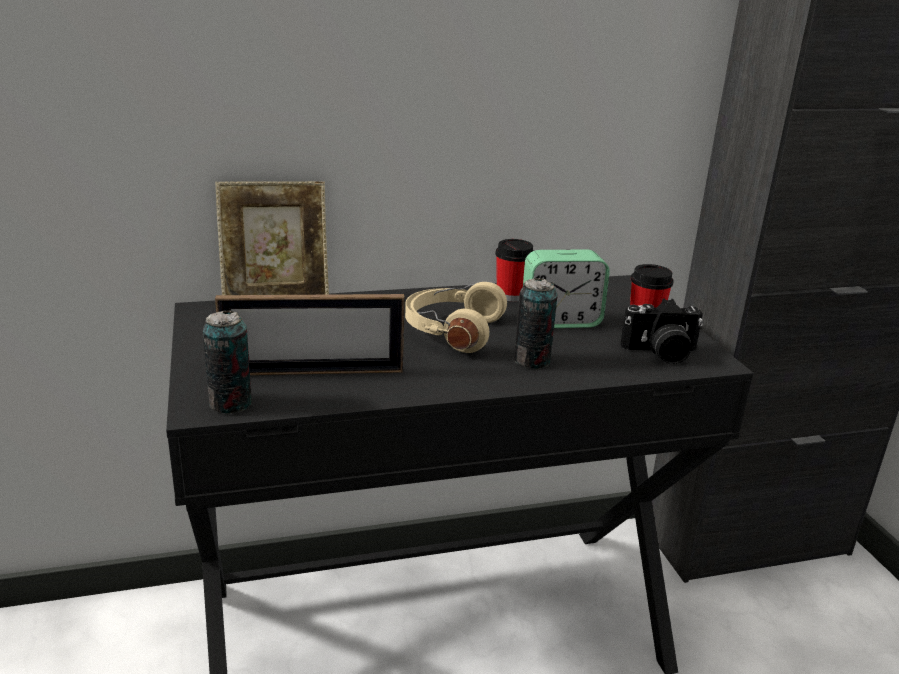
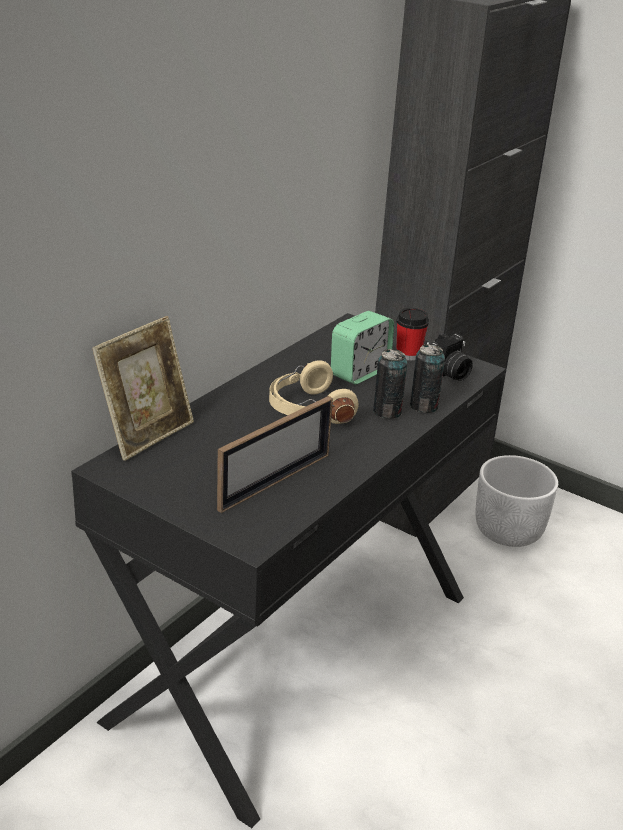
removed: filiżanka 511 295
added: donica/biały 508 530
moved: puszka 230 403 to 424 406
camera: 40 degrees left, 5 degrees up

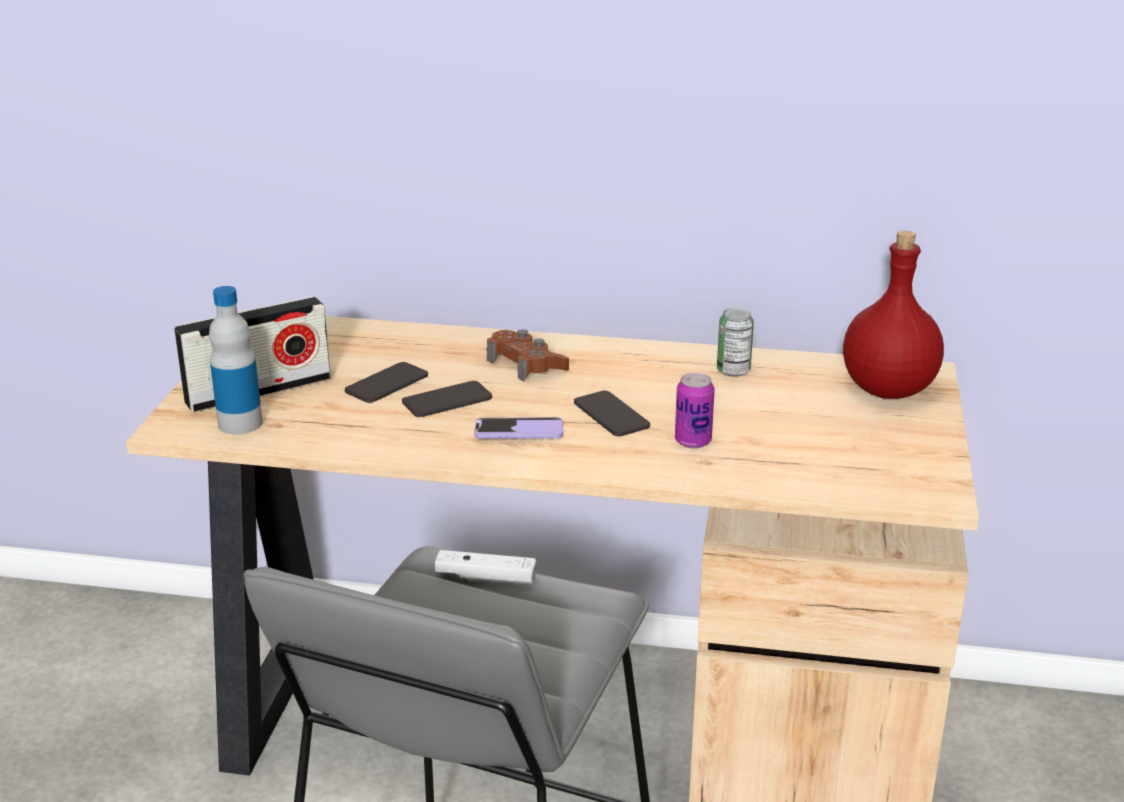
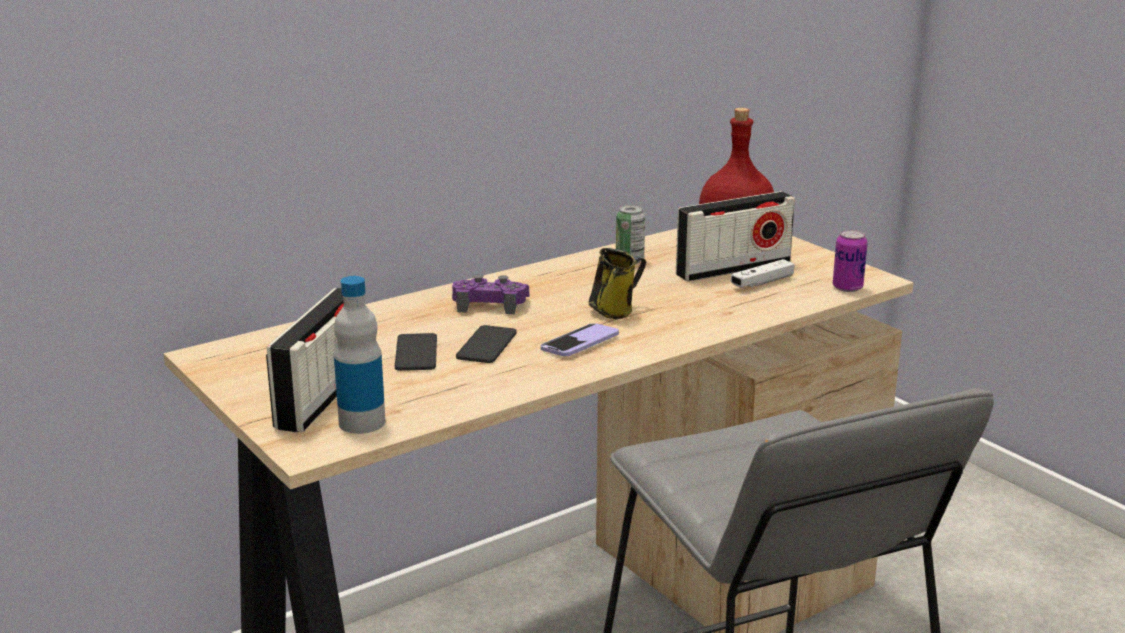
added: radio 733 268
moved: pad do gier/biały 485 577 to 762 282; puszka 693 441 to 847 287
replaced: telefon 611 414 to kubek 614 310
recoloured: pad do gier/brązowy 526 364 to pad do gier/fioletowy 490 304
camera: 45 degrees left, 5 degrees down

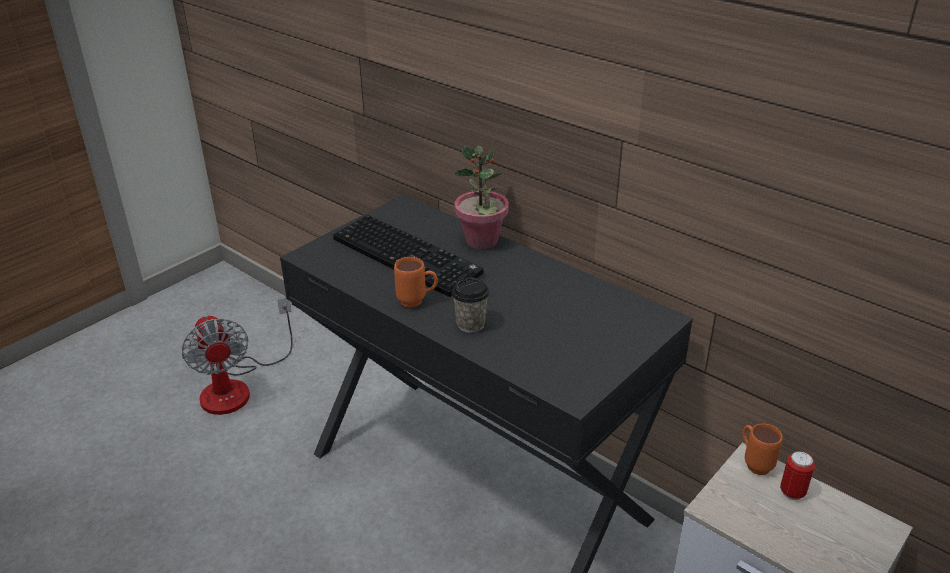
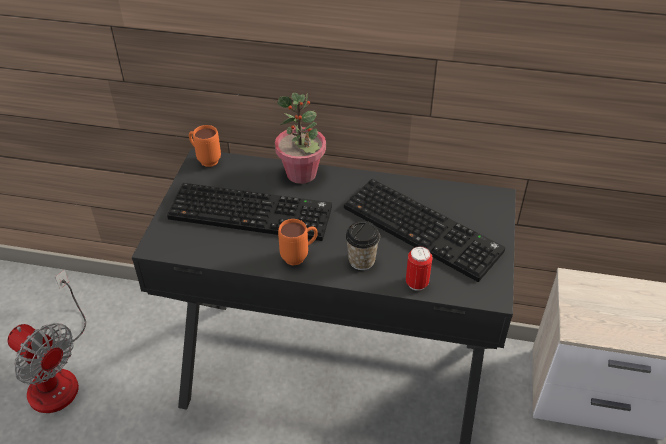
added: klawiatura 424 229
moved: kubek/pomarańczowy 754 463 to 205 160; puszka 792 492 to 416 283
camera: 30 degrees left, 10 degrees up

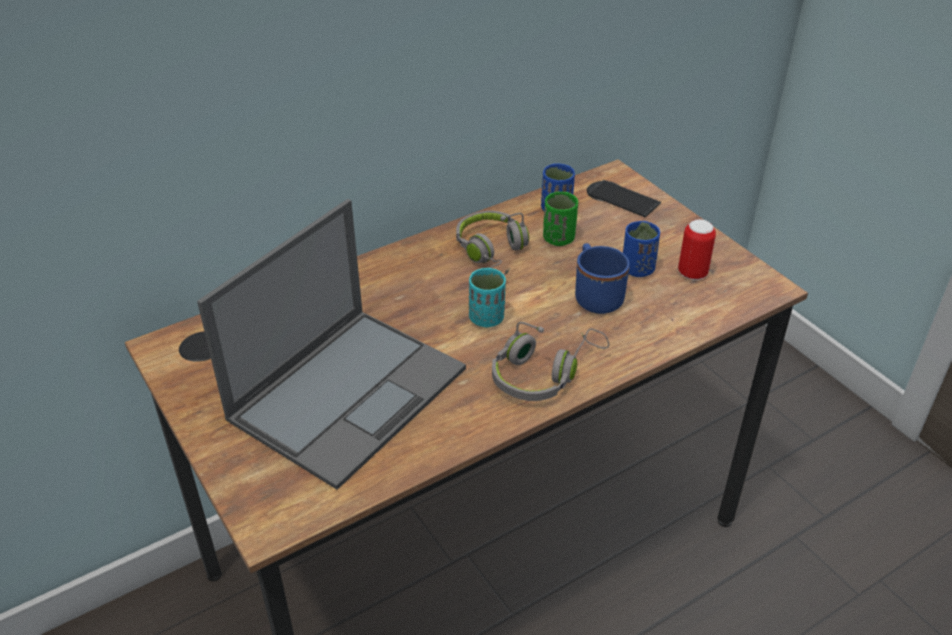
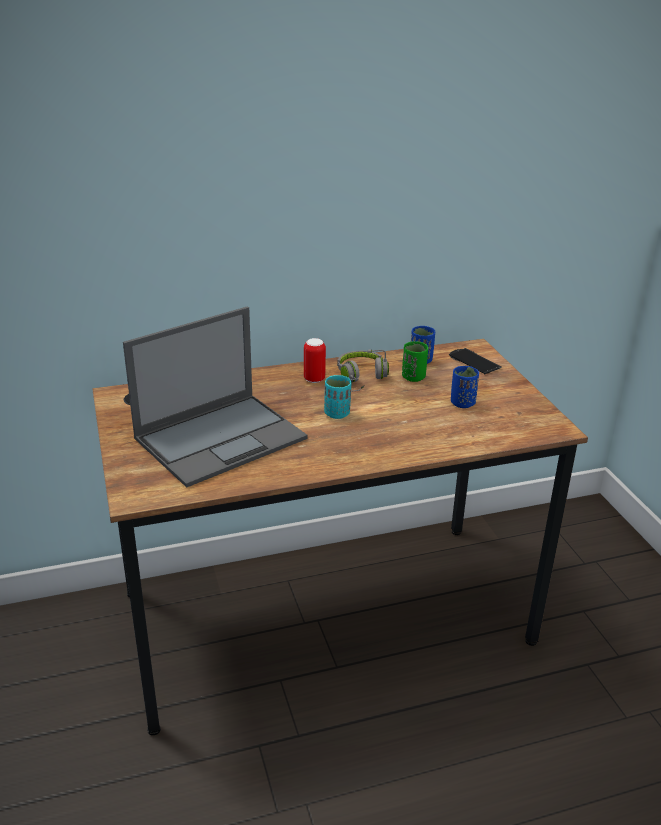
removed: słuchawki/szary 543 373; kubek/niebieski 595 295
moved: puszka 692 273 to 314 379
camera: 15 degrees right, 10 degrees down

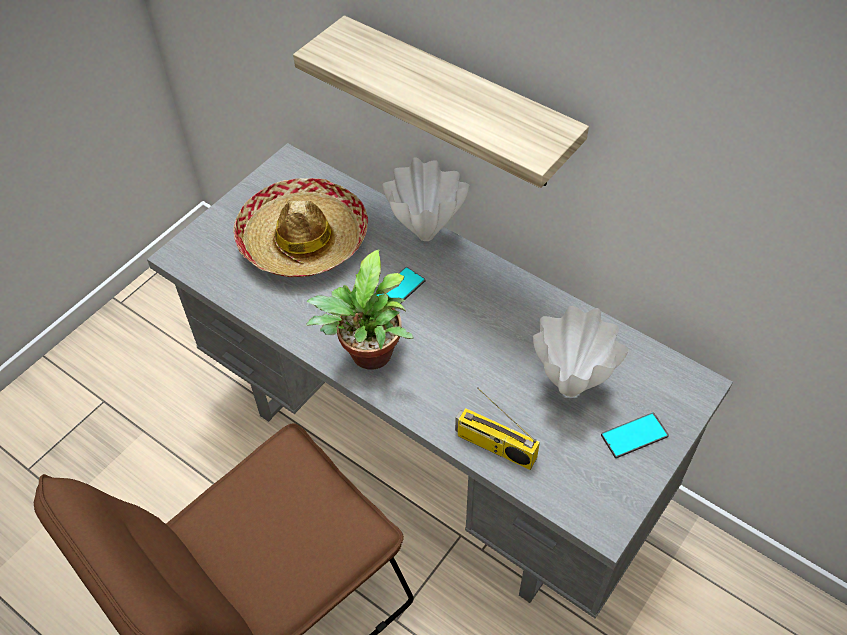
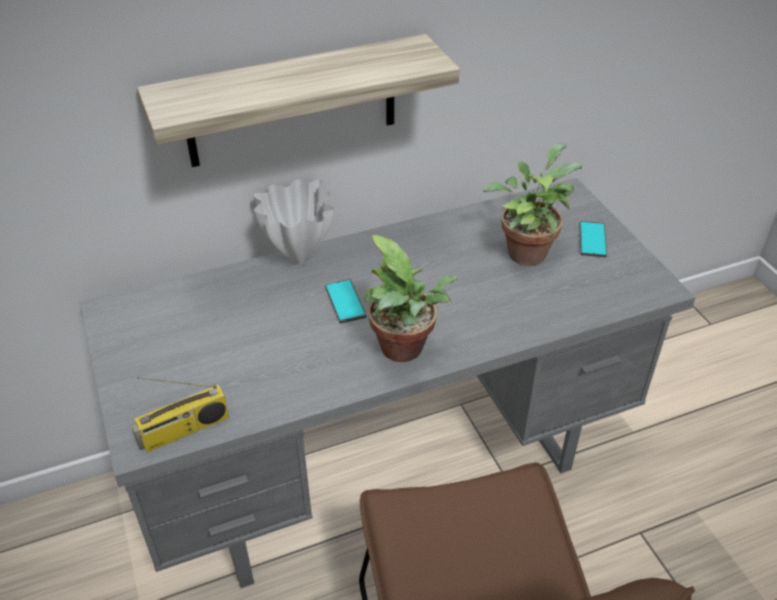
removed: kapelusz 303 240
moved: radio 494 447 to 184 431
replaced: wazon/biały 571 387 to roślina doniczkowa 526 250
camera: 60 degrees left, 10 degrees down

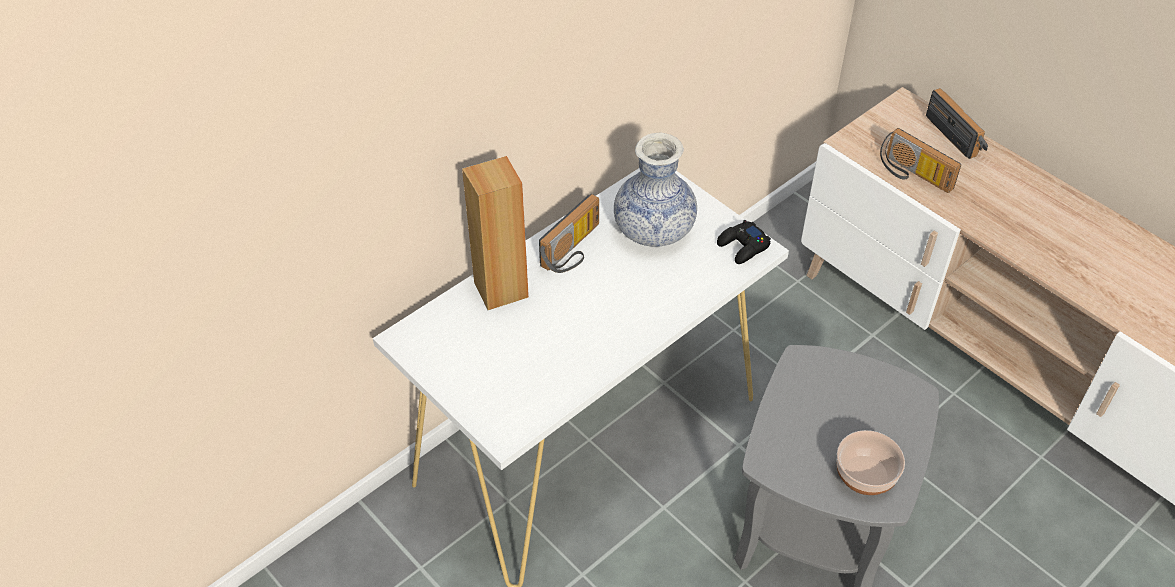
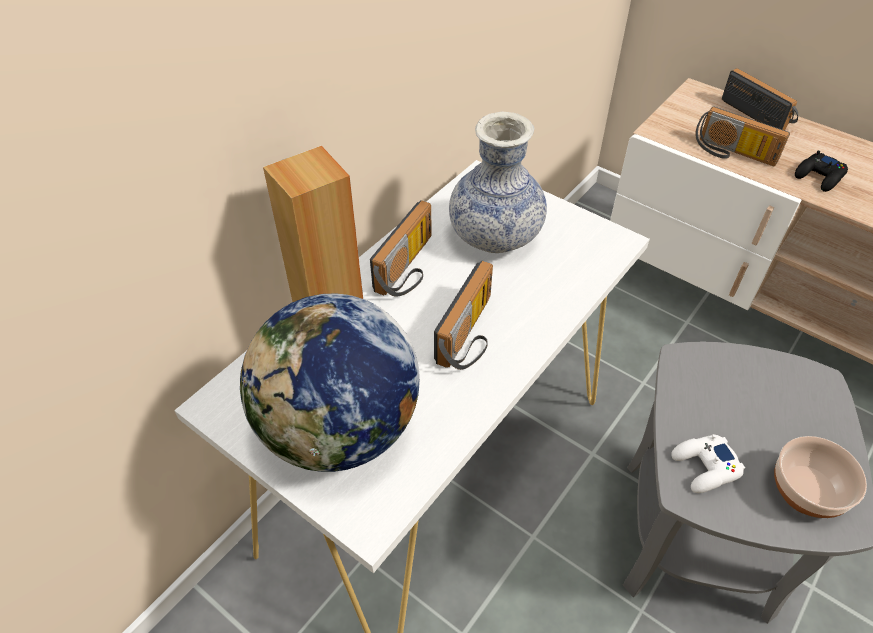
added: globus 340 430; radio 472 335; pad do gier/biały 705 467
moved: pad do gier/czarny 743 247 to 819 177
camera: 10 degrees left, 0 degrees up

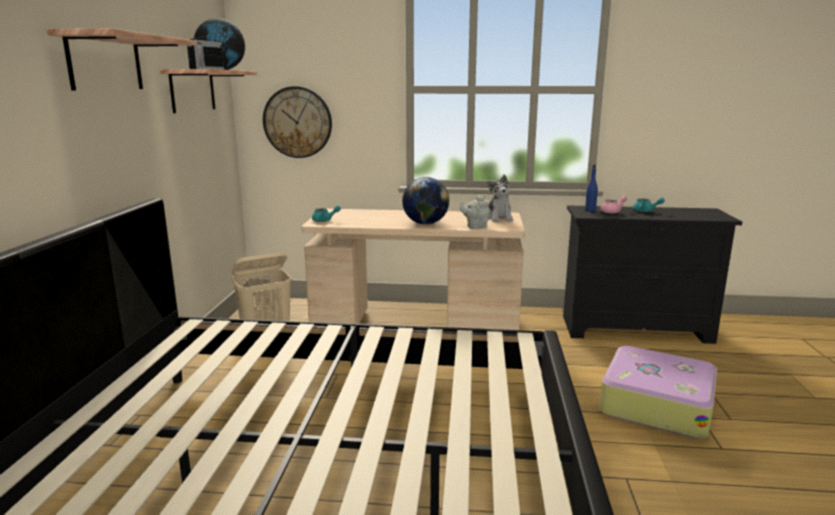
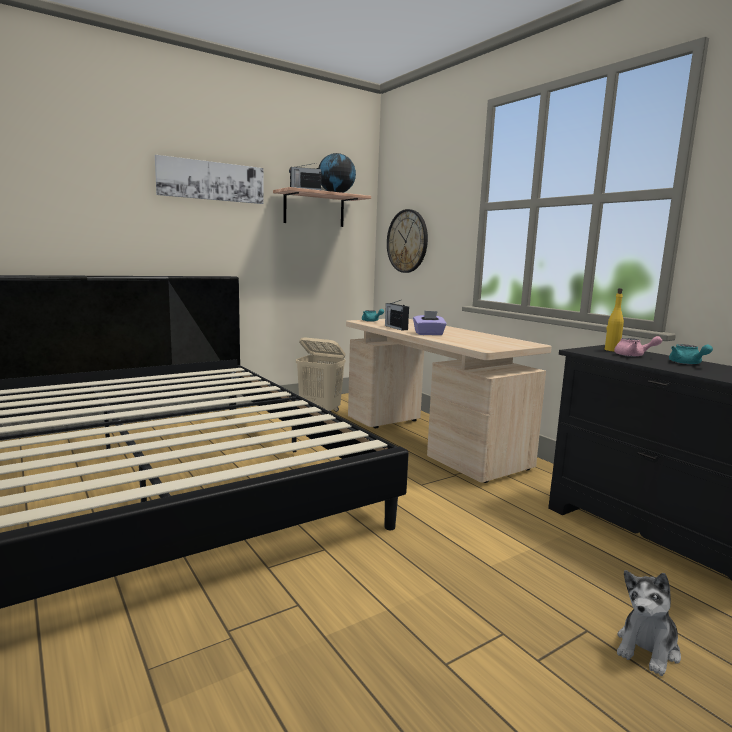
removed: imbryk/szary 475 227; walizka 655 404
added: radio 395 327
moved: pluszak 498 218 to 647 648
replaced: półka 105 63 to obraz 211 181; globus 425 223 to pudełko chusteczek/fioletowy 429 334
recoloured: butelka/niebieski 590 210 to butelka/żółty 611 350
camera: 50 degrees right, 5 degrees down

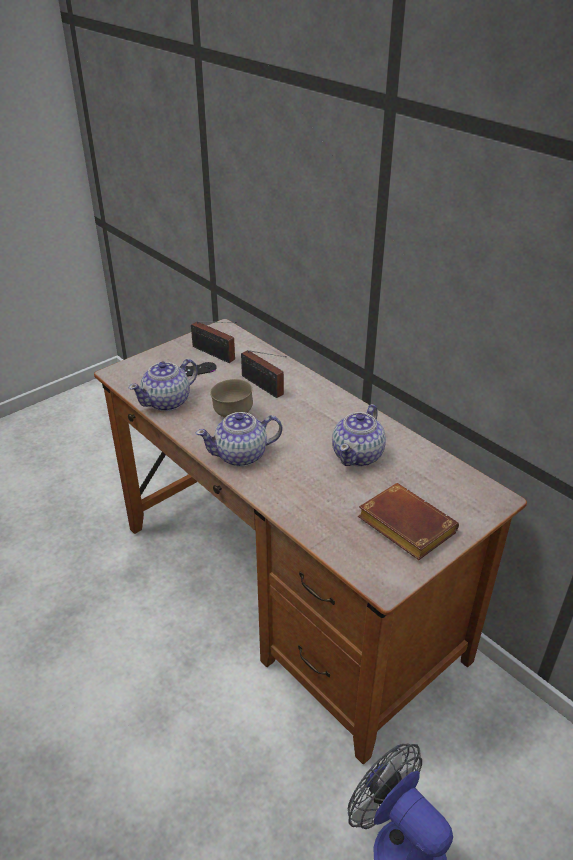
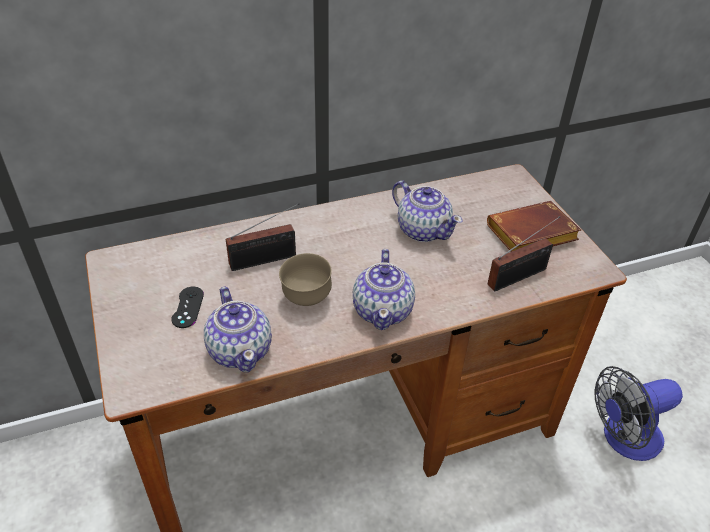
moved: radio 215 354 to 520 276
camera: 70 degrees left, 5 degrees up

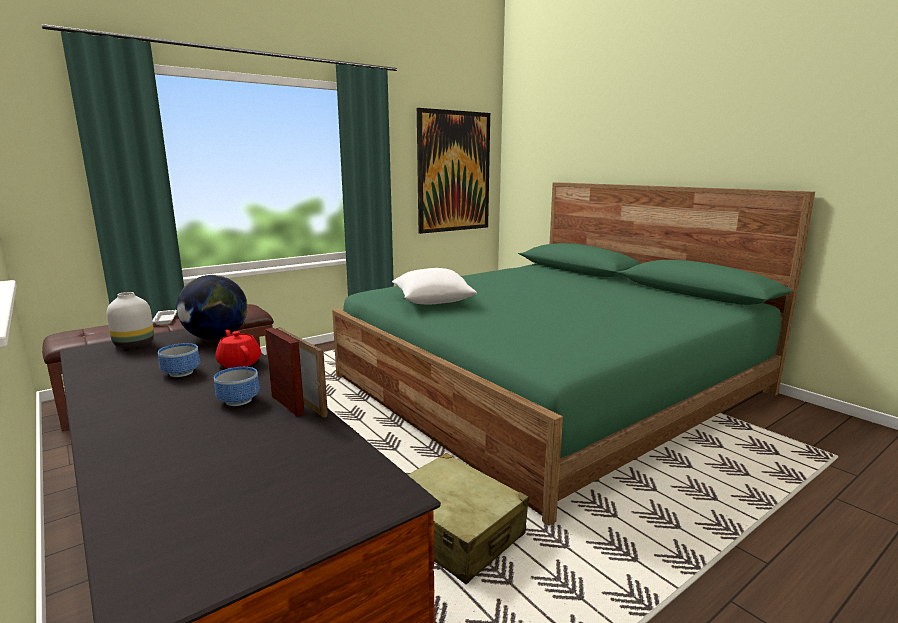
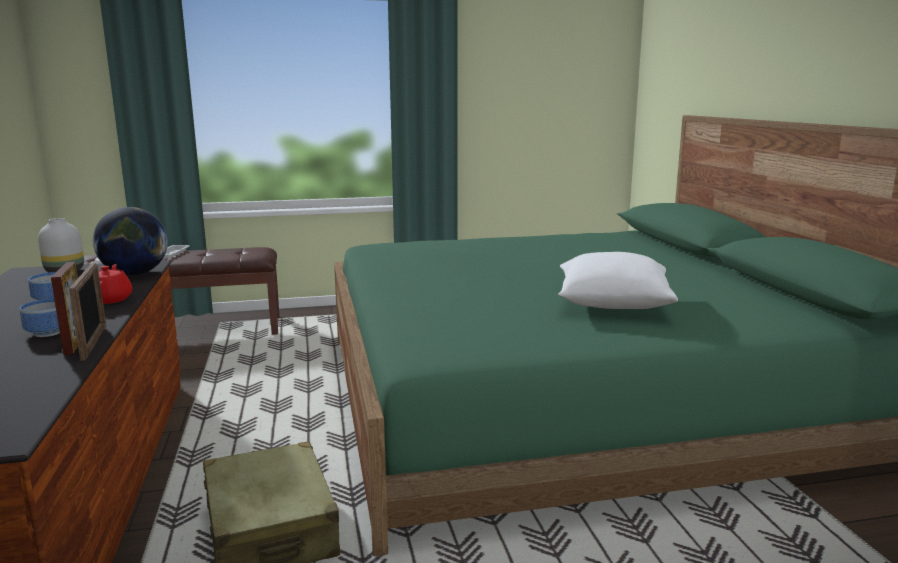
removed: obraz 454 172
moved: poduszka/biały 432 302 to 612 304
camera: 25 degrees right, 0 degrees up

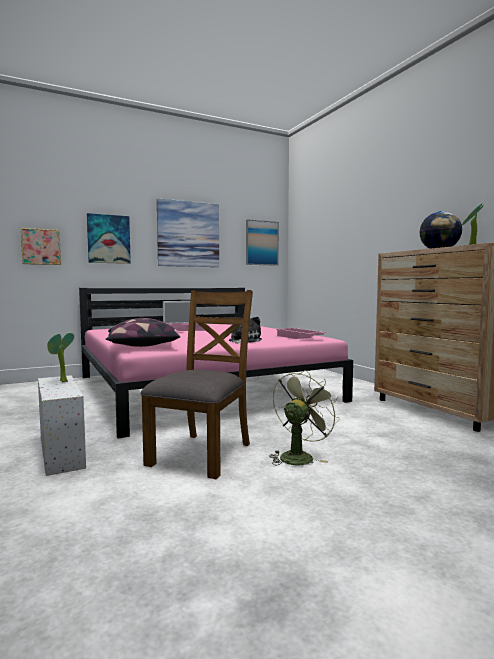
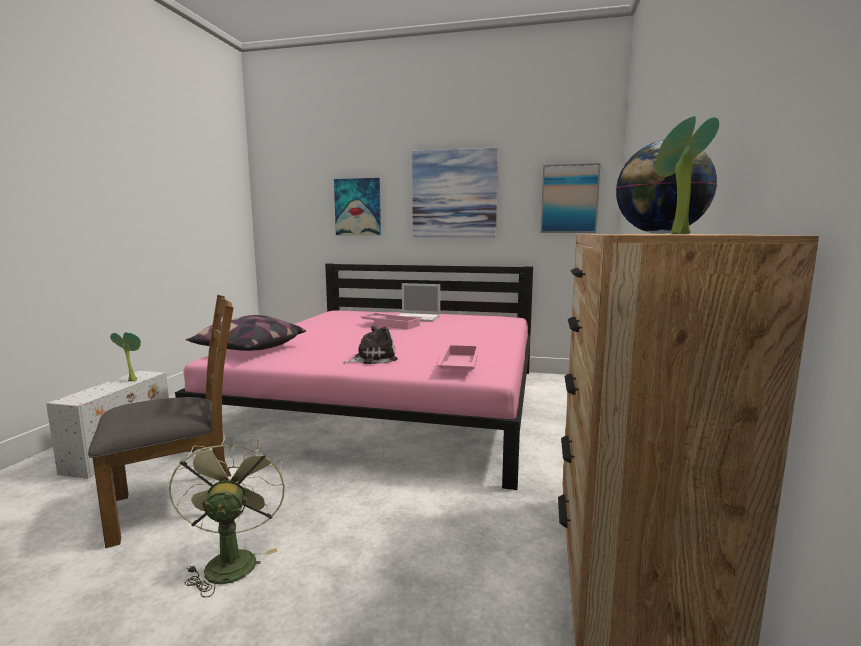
removed: obraz 41 247
turned: wentylator/zielony 299 456 = 230 560 90 degrees counterclockwise
camera: 40 degrees right, 5 degrees up

